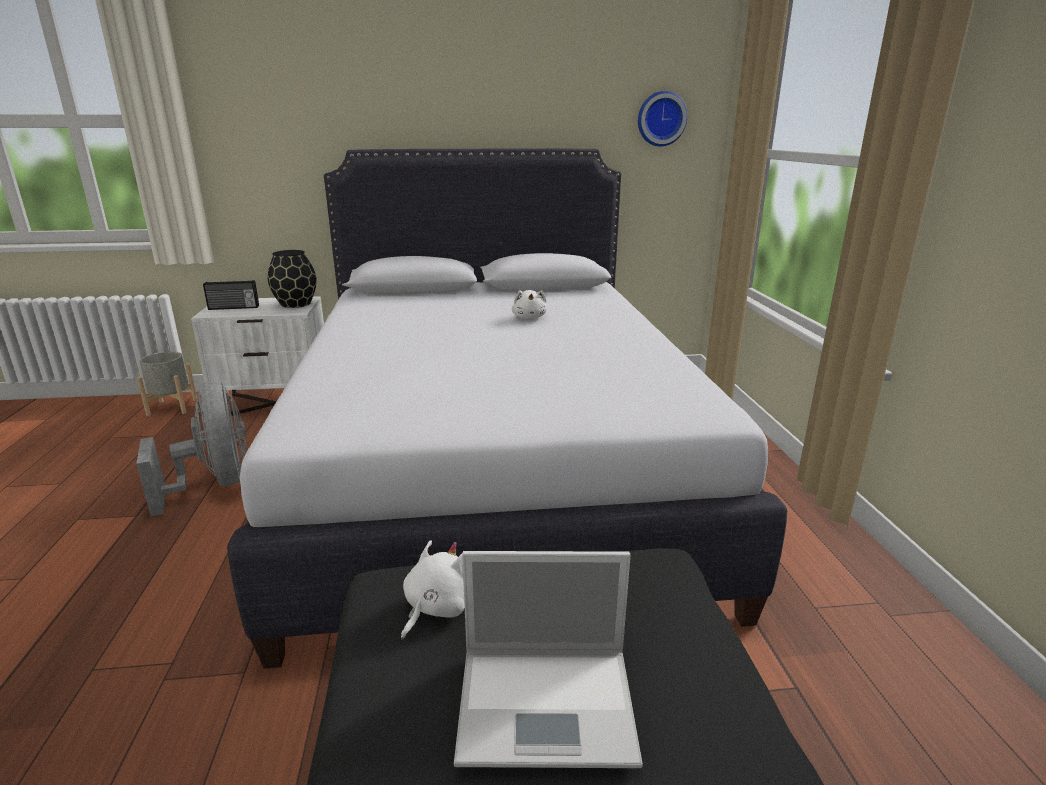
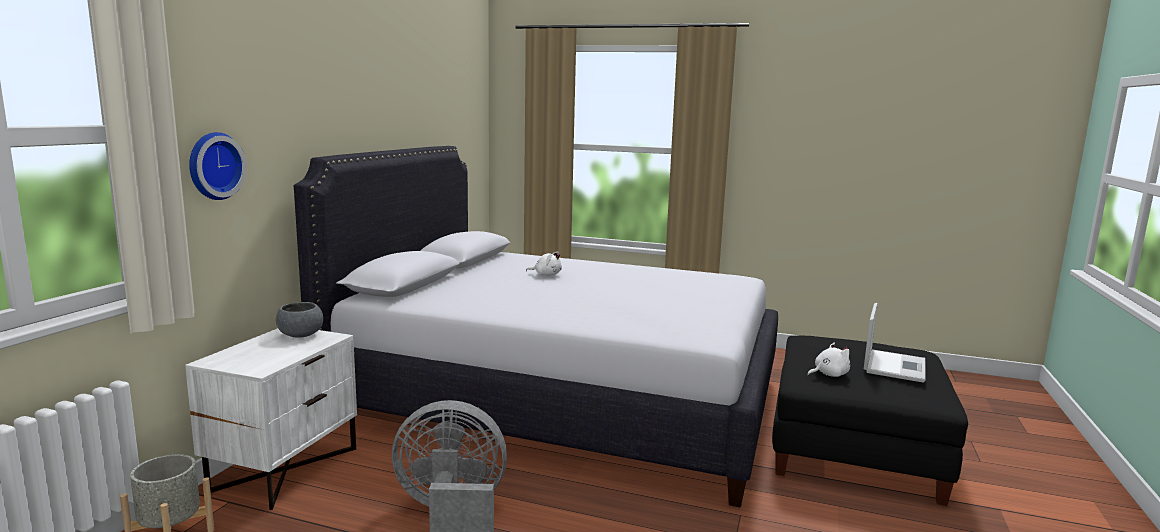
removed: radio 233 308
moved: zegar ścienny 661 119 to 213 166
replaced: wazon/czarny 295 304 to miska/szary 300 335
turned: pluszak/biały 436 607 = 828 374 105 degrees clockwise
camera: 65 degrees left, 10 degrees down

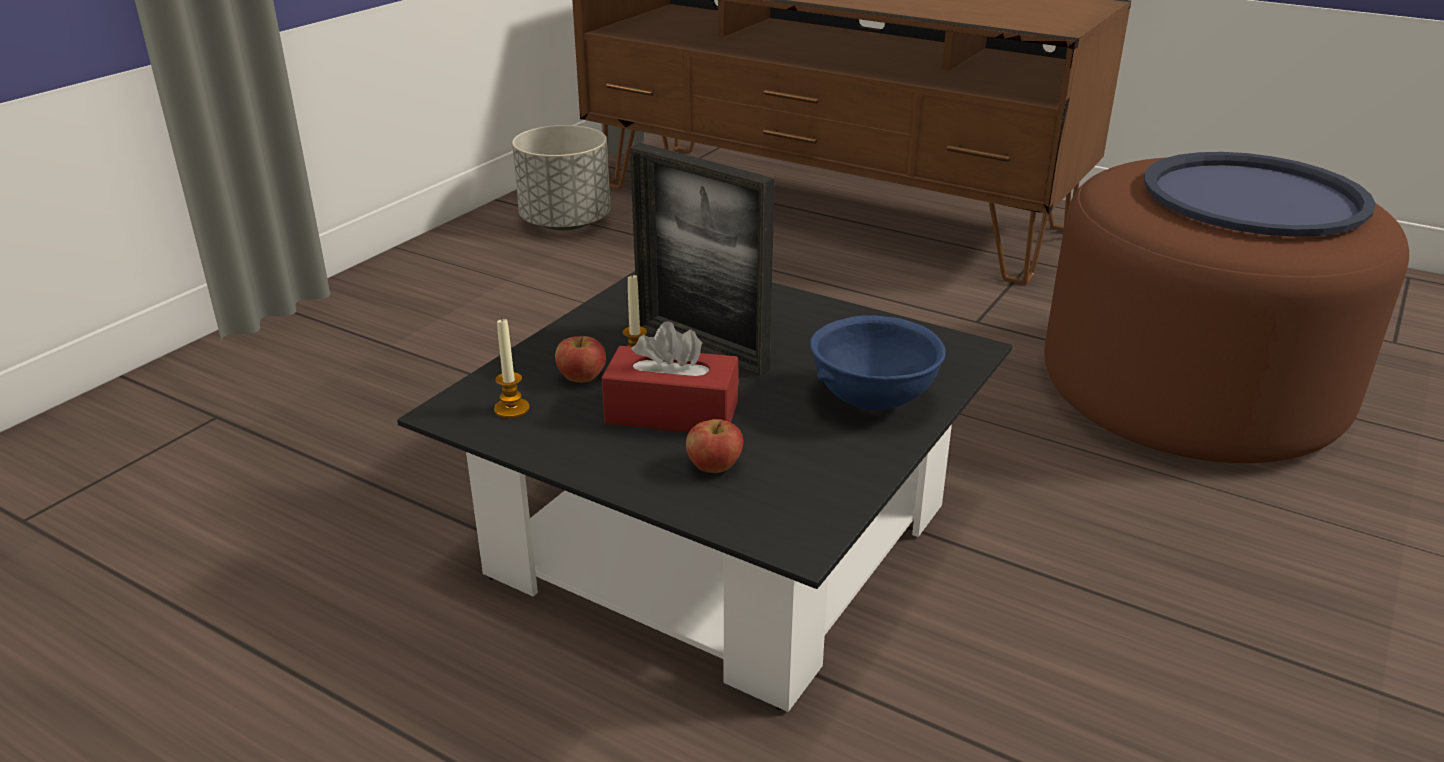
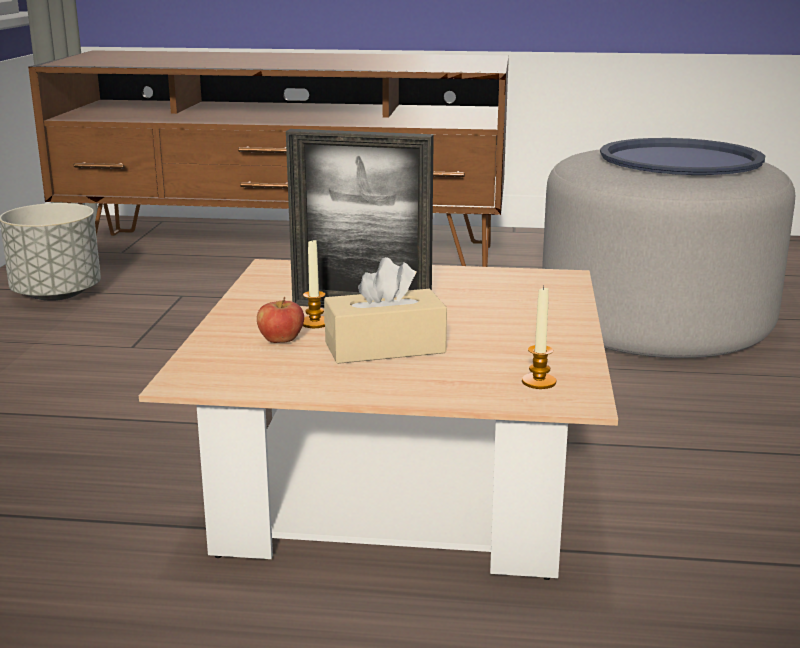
removed: jabłko 714 467; miska/niebieski 870 400
moved: świeca 512 409 to 539 382
recoloured: ława/czarny 721 540 to ława/beżowy 399 482; pudełko chusteczek/czerwony 672 413 to pudełko chusteczek/beżowy 385 347; pufa/brązowy 1191 393 to pufa/szary 655 322
camera: 25 degrees left, 10 degrees down

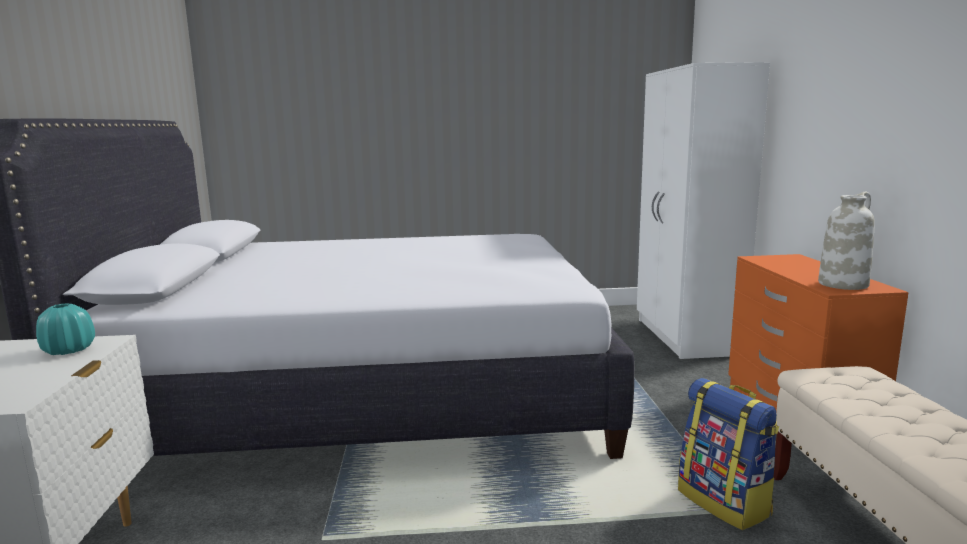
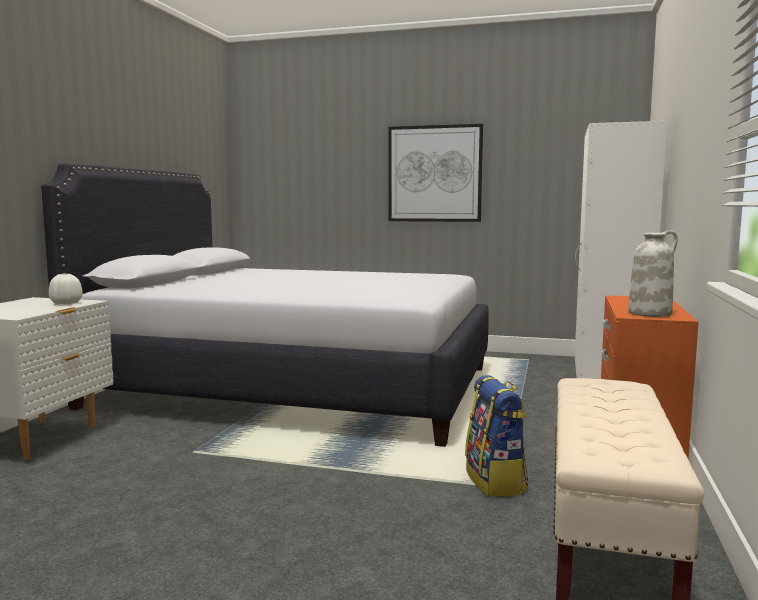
added: obraz 434 174
recoloured: wazon/turkusowy 69 350 to wazon/biały 66 303
camera: 20 degrees right, 5 degrees down

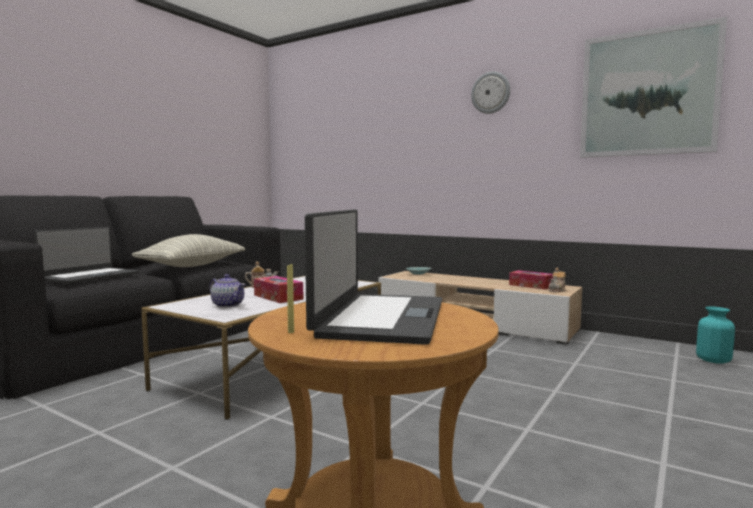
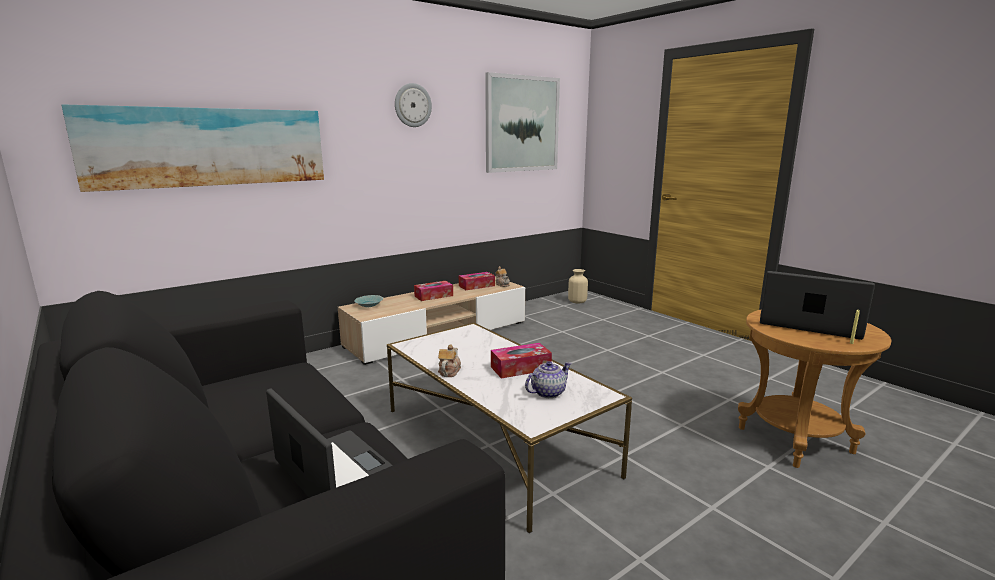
removed: poduszka 192 266
added: obraz 209 147; pudełko chusteczek 433 296
recoloured: wazon/turkusowy 713 360 to wazon/beżowy 577 301
camera: 70 degrees left, 10 degrees up

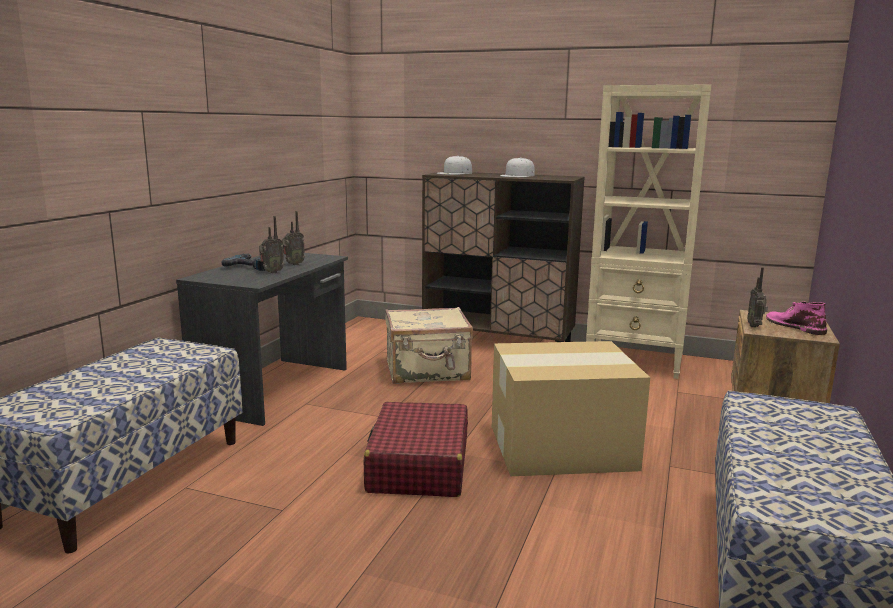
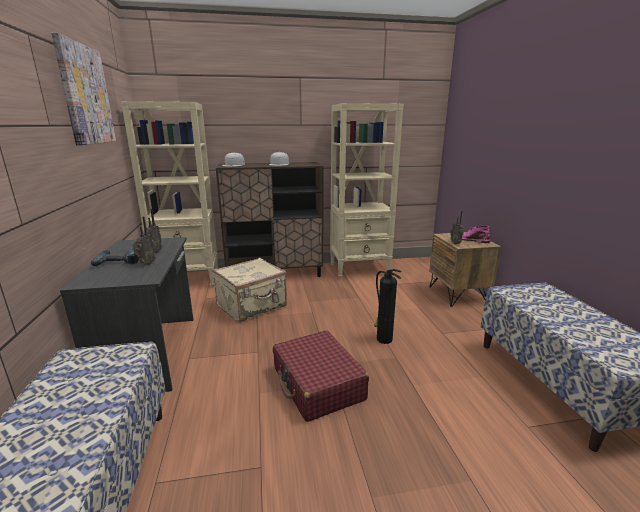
added: obraz 85 95; regał/beżowy 189 280
replaced: karton 563 447 to gaśnica 383 339
camera: 30 degrees left, 5 degrees up

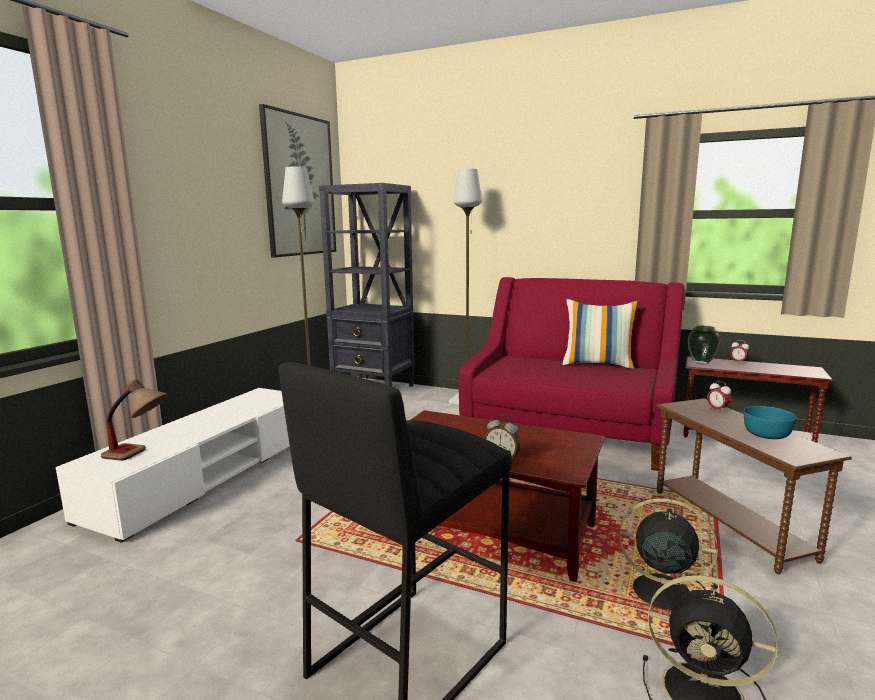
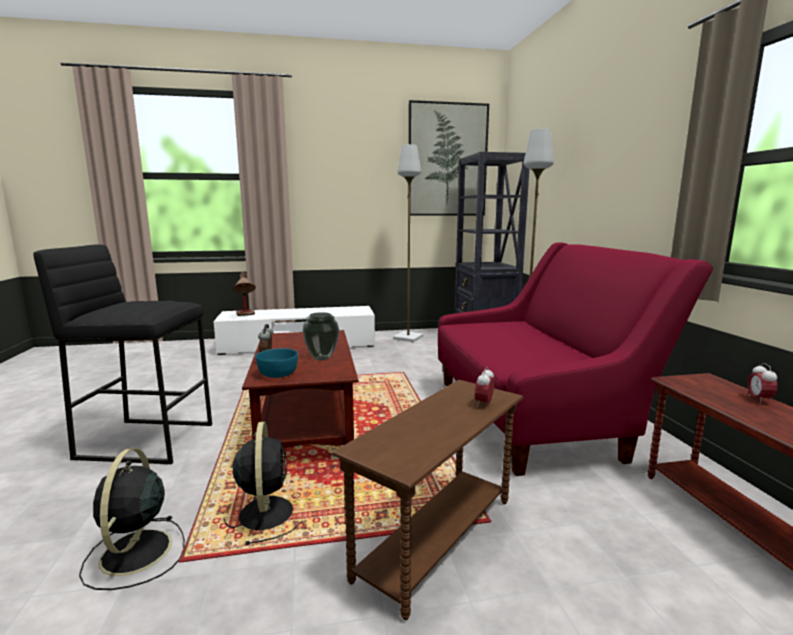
removed: poduszka 598 364
moved: miska/turkusowy 765 434 to 278 373; wazon 701 363 to 321 358
camera: 55 degrees right, 0 degrees up

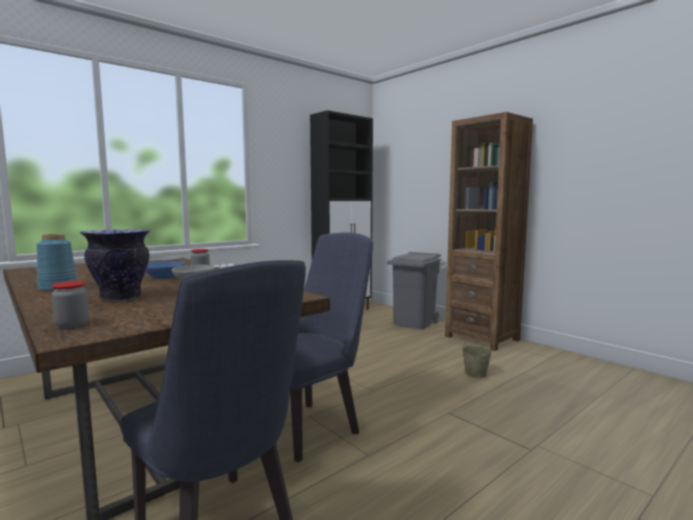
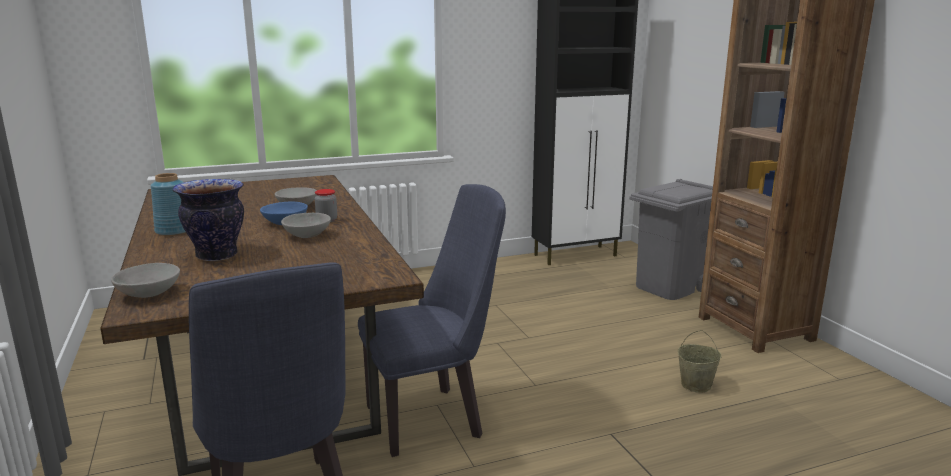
replaced: słoik 72 325 to miska/szary 148 293
camera: 20 degrees right, 10 degrees up

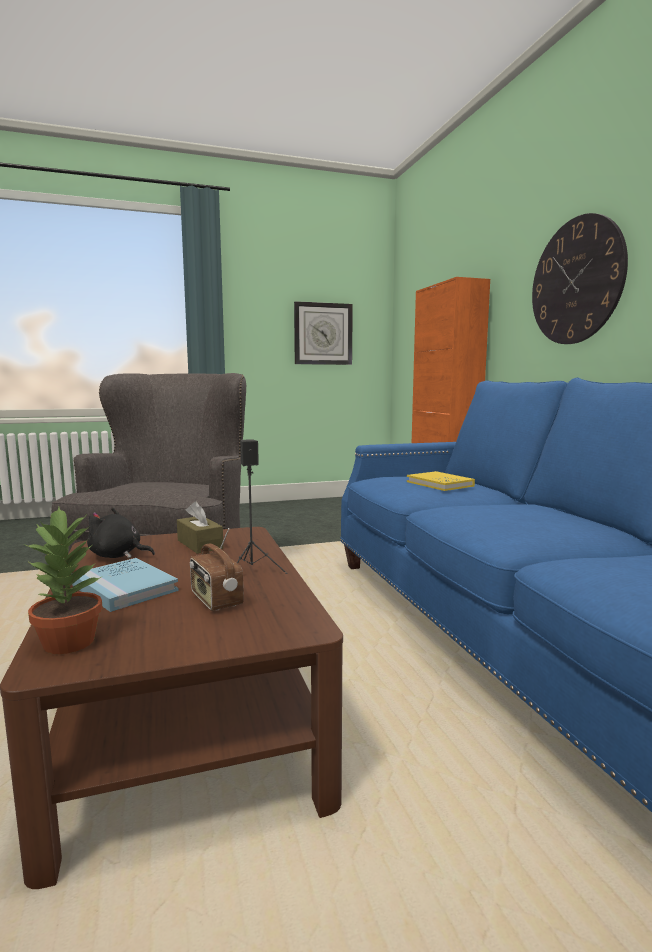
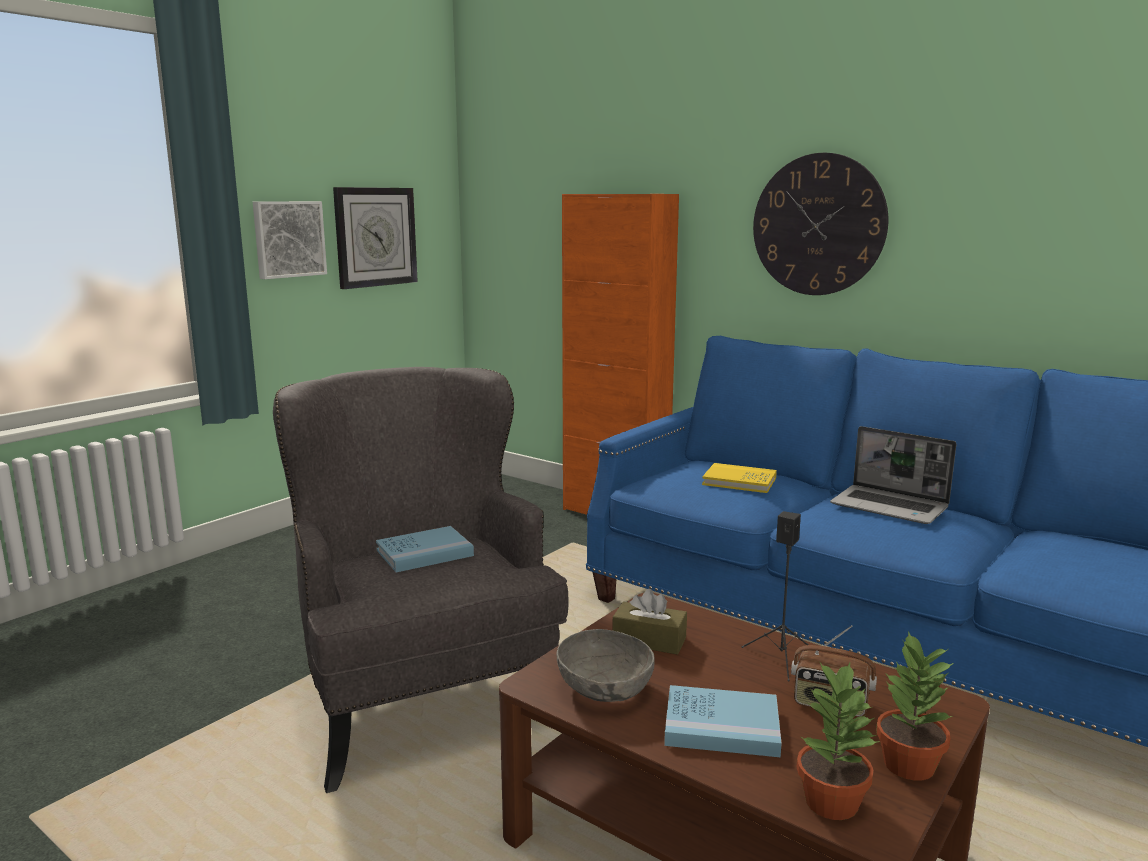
added: obraz 288 239; książka/niebieski 424 553; laptop 890 507; roślina doniczkowa 907 764
replaced: pluszak/czarny 118 555 to miska/szary 605 689
camera: 35 degrees left, 5 degrees up

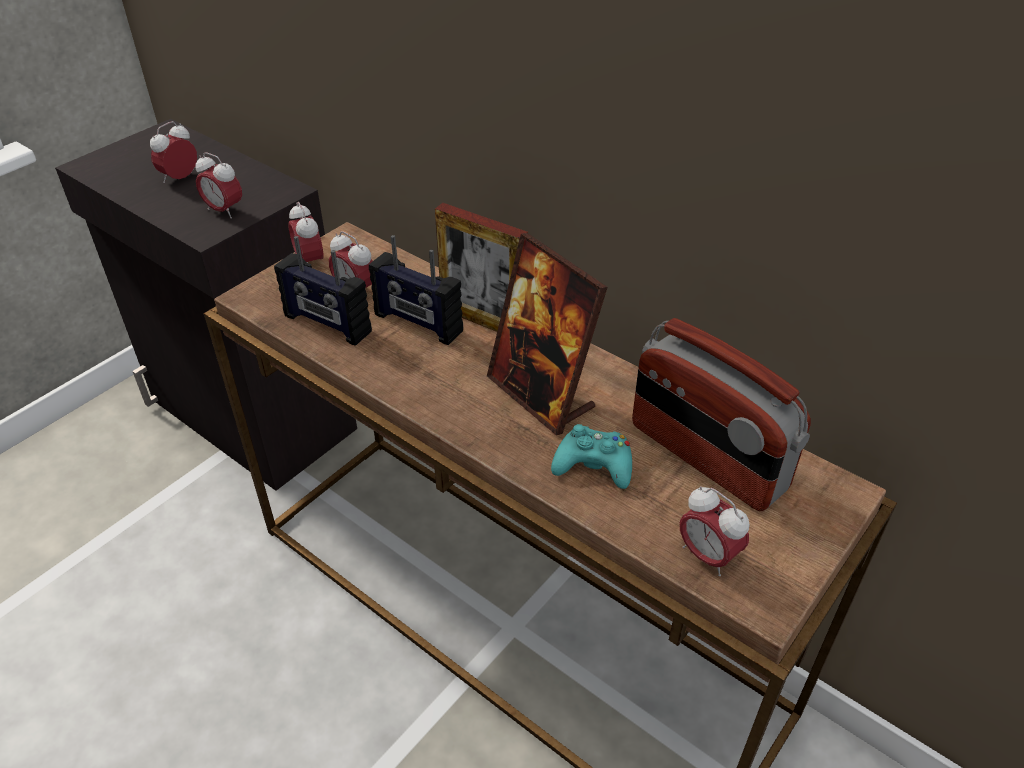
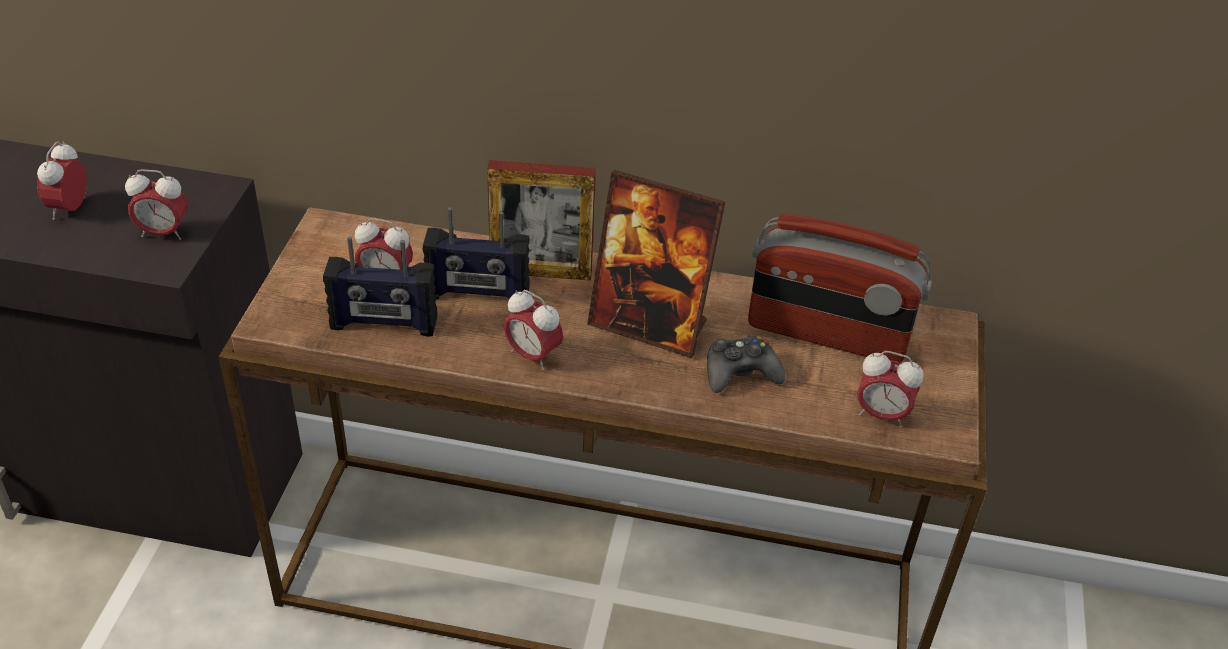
moved: budzik 310 262 to 532 356
recoloured: pad do gier/turkusowy 594 465 to pad do gier/czarny 740 372
camera: 30 degrees left, 0 degrees up

